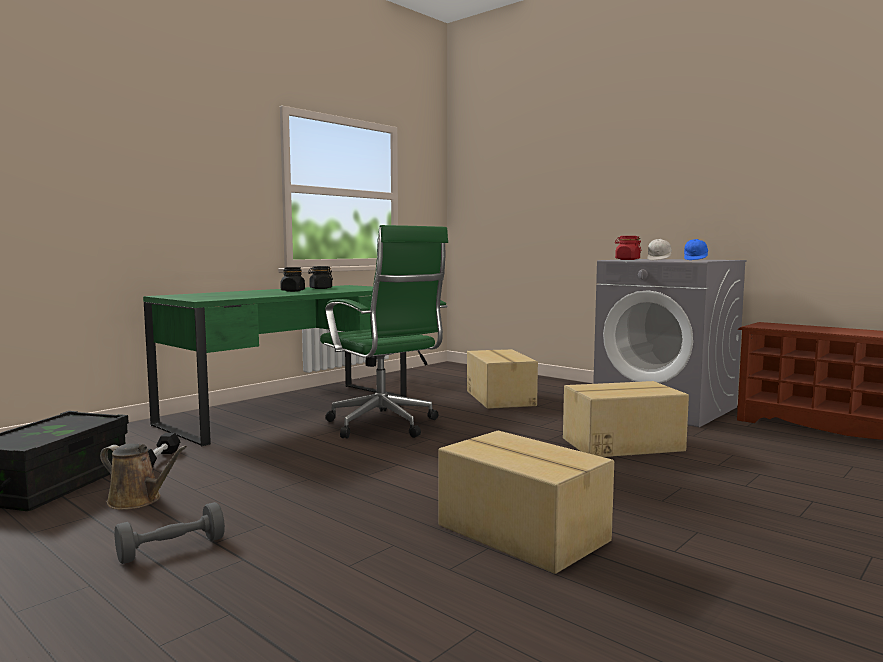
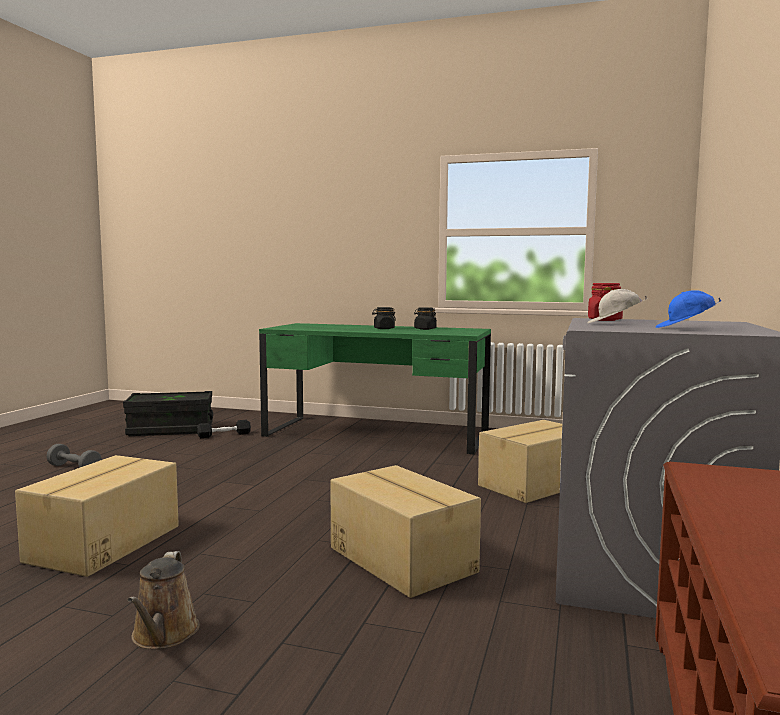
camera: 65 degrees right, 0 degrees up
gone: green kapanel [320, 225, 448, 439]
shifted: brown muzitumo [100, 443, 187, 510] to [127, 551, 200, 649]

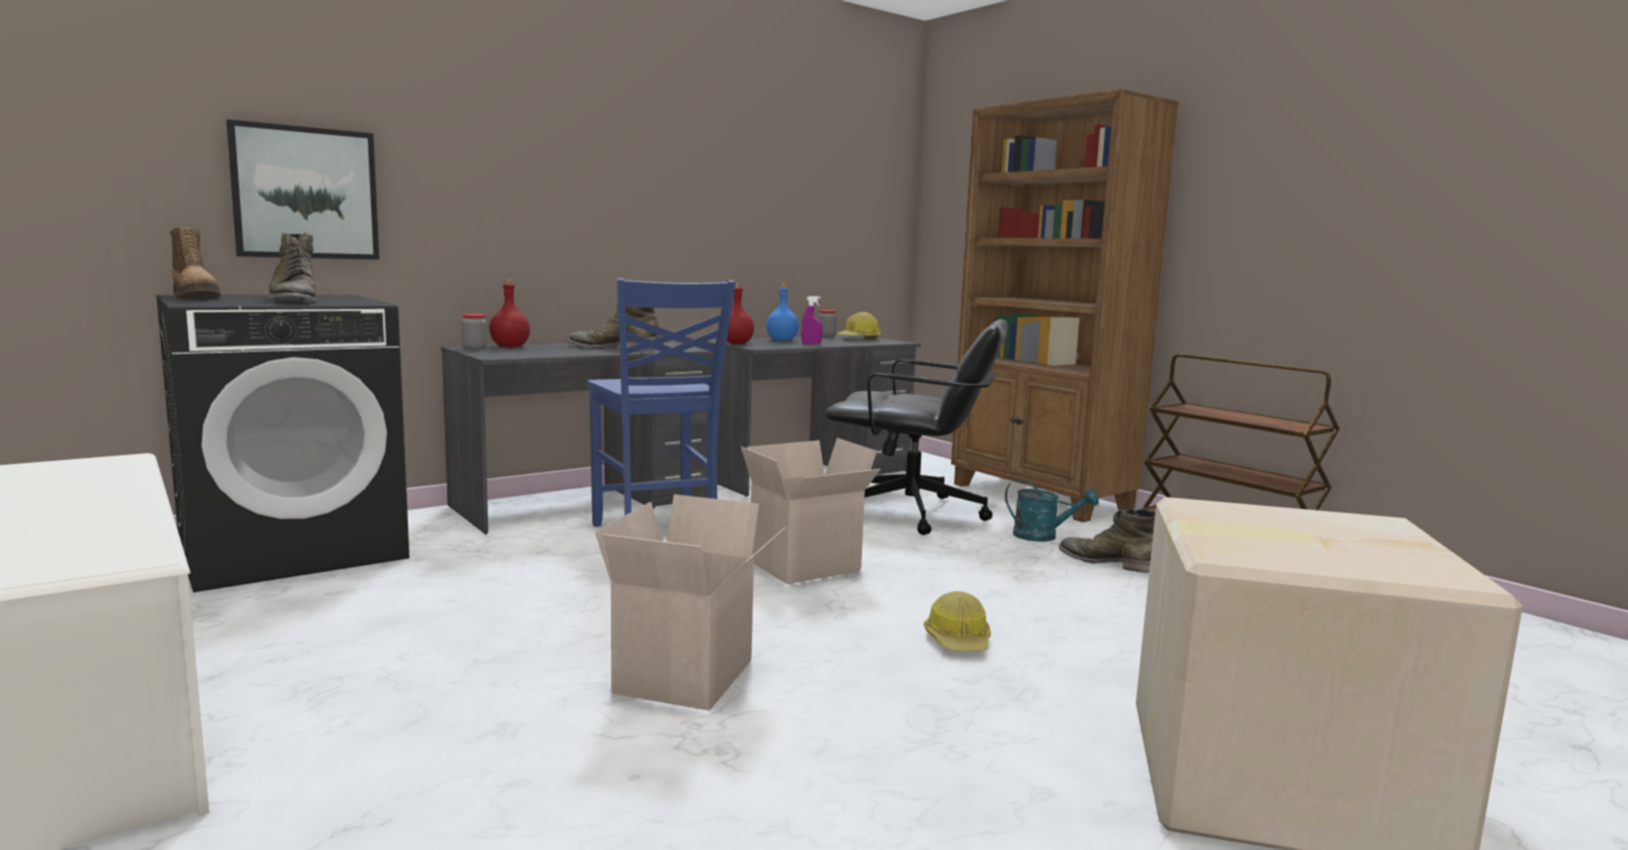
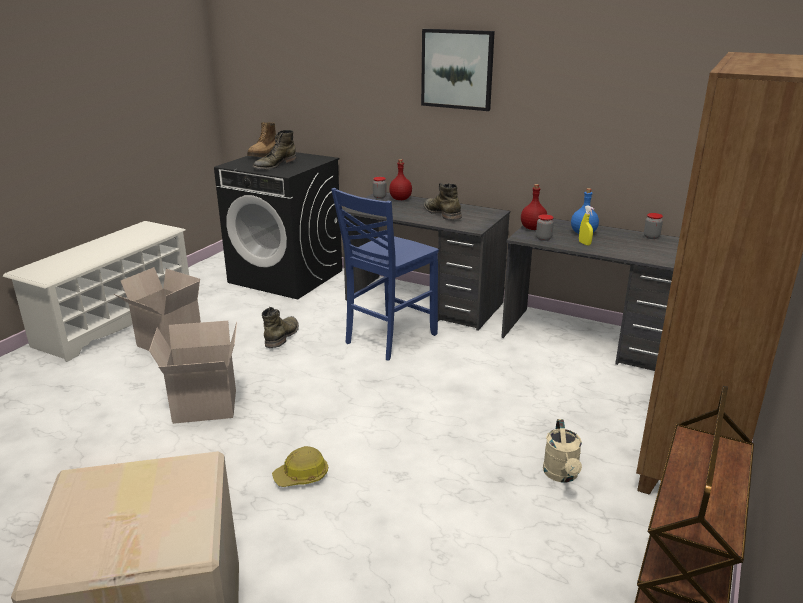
camera: 65 degrees right, 15 degrees up
gone: black kapanel [826, 319, 1007, 535]; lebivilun [836, 312, 881, 339]
new: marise [536, 214, 554, 241]
shifted: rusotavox [227, 119, 379, 260] to [421, 29, 495, 111]; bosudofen [741, 438, 881, 584] to [114, 267, 201, 351]; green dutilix [1059, 509, 1155, 573] to [262, 307, 299, 348]
repainted: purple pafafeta [801, 296, 822, 344] to yellow pafafeta [579, 206, 594, 246]; turquoise muzitumo [1005, 479, 1099, 542] to beige muzitumo [543, 419, 582, 483]

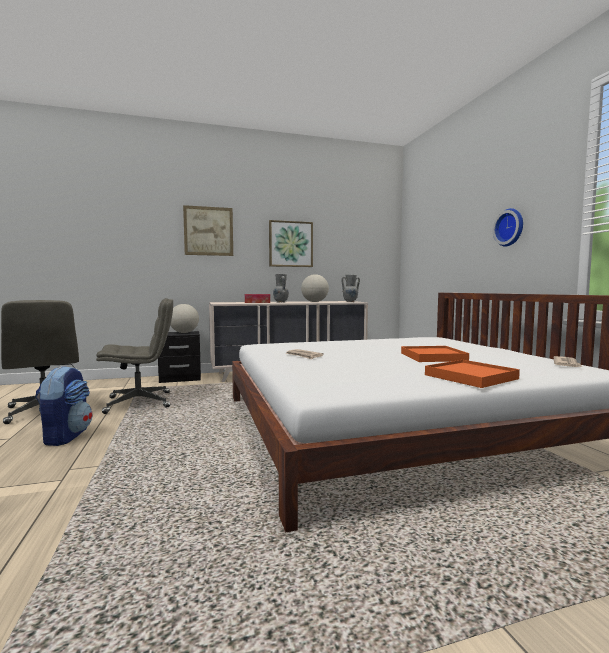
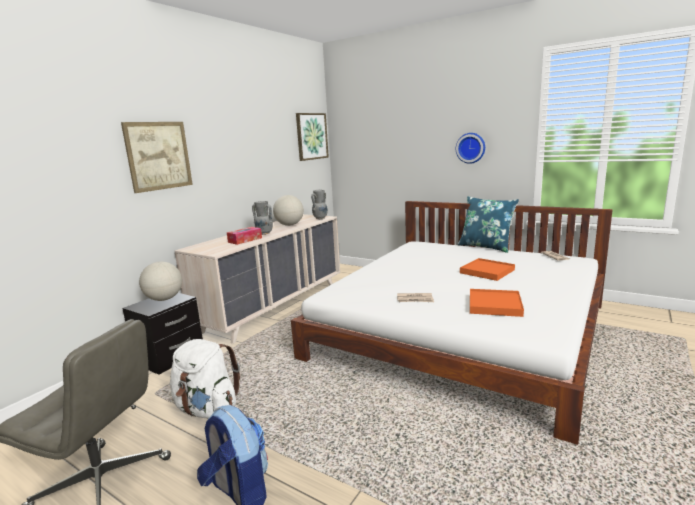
camera: 40 degrees left, 10 degrees up
new: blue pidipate [458, 196, 519, 253]
shifted: rusotavox [269, 220, 313, 267] to [296, 113, 329, 161]; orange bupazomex [425, 360, 520, 388] to [470, 289, 524, 317]
swapped: grey kapanel [96, 298, 173, 414] to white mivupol [170, 339, 240, 418]

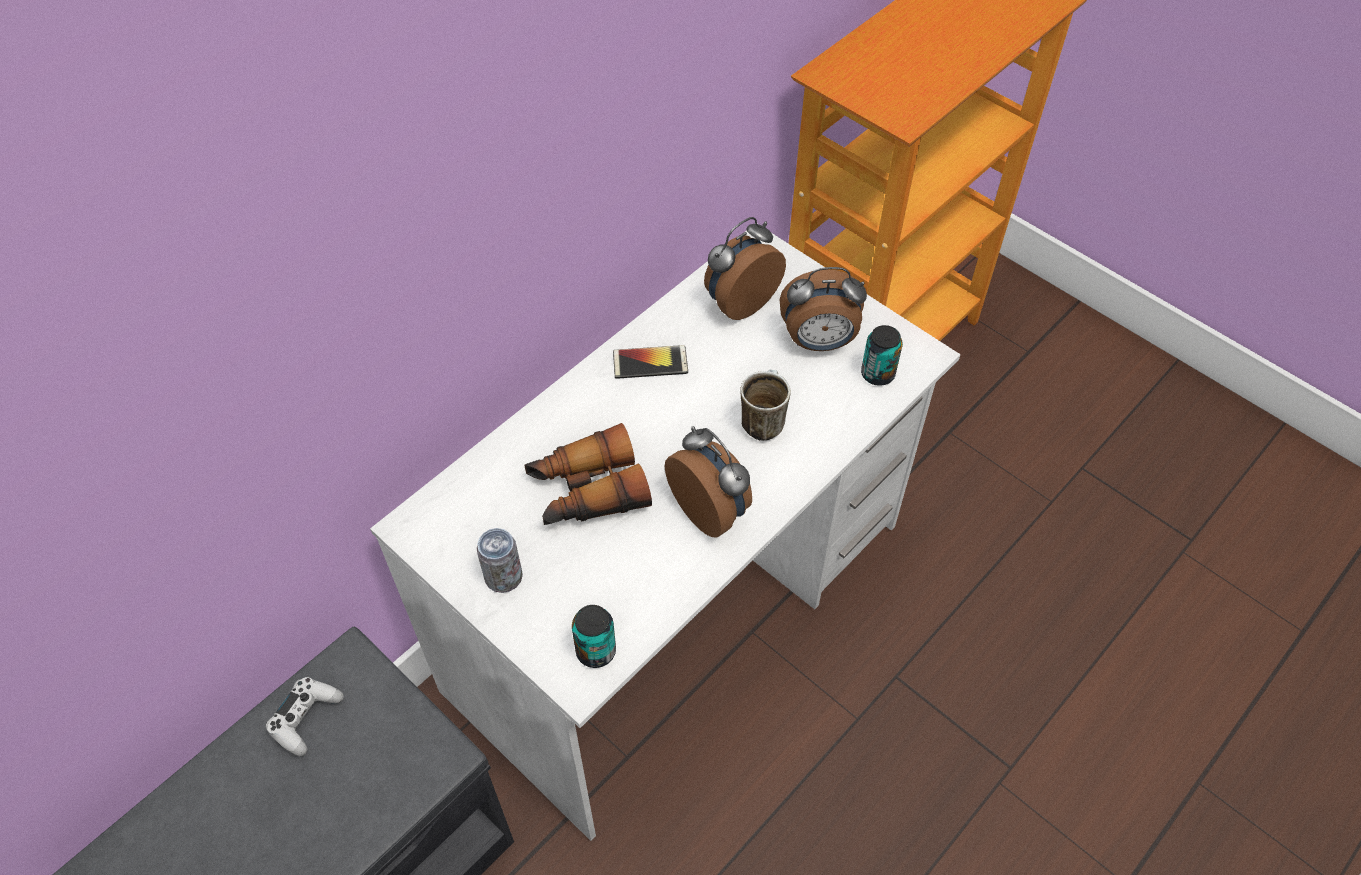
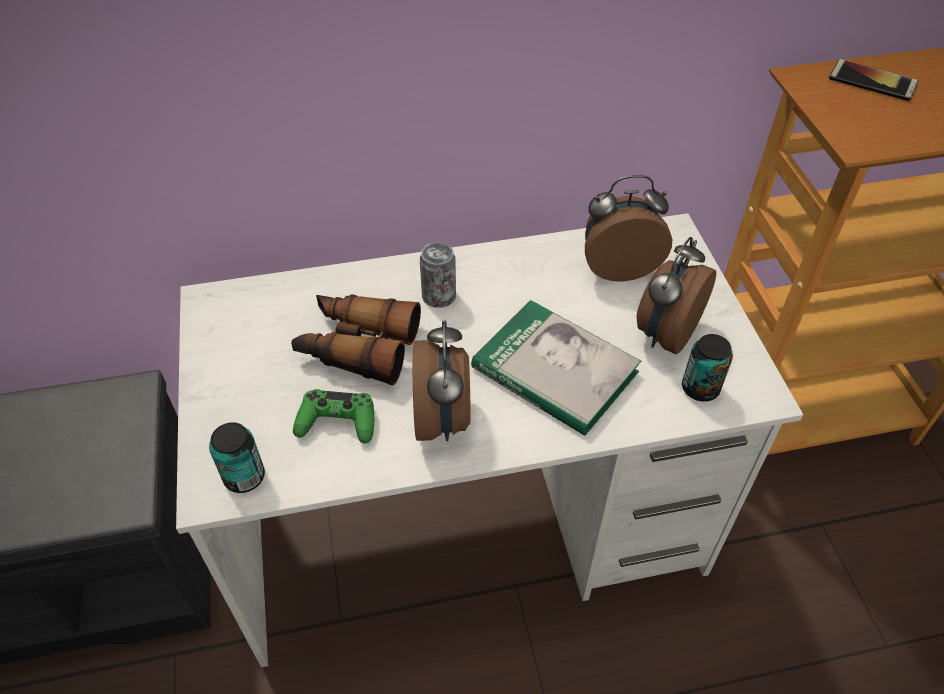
camera: 35 degrees right, 5 degrees down
gone: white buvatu [265, 677, 344, 756]
new: green buvatu [293, 389, 374, 444]
shifted: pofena [477, 528, 523, 593] to [420, 242, 456, 308]; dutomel [613, 345, 688, 379] to [829, 59, 918, 101]
swapped: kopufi [740, 370, 791, 441] to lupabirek [471, 300, 641, 436]
rotated: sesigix [779, 267, 867, 351] = [636, 237, 716, 354] 90 degrees clockwise

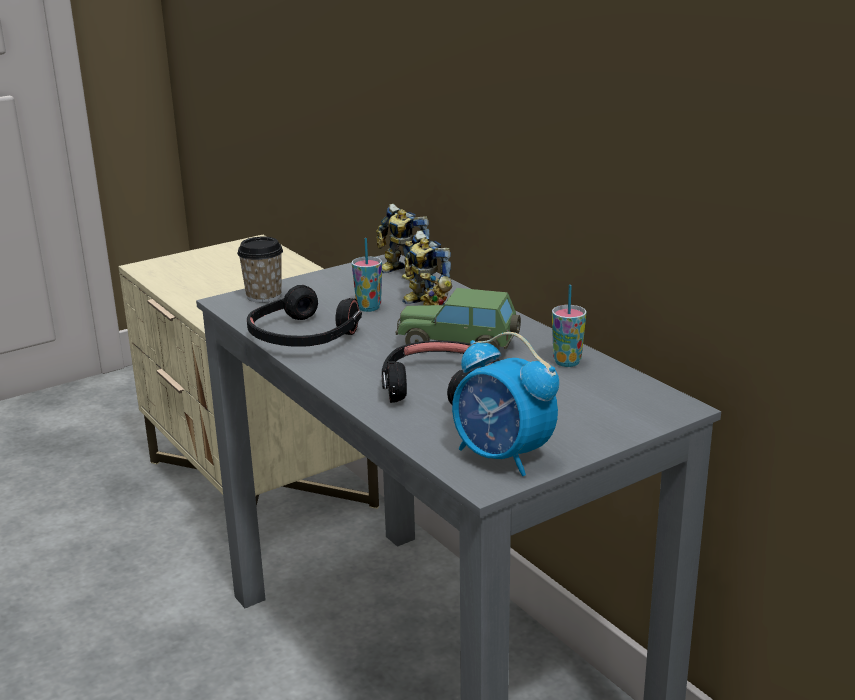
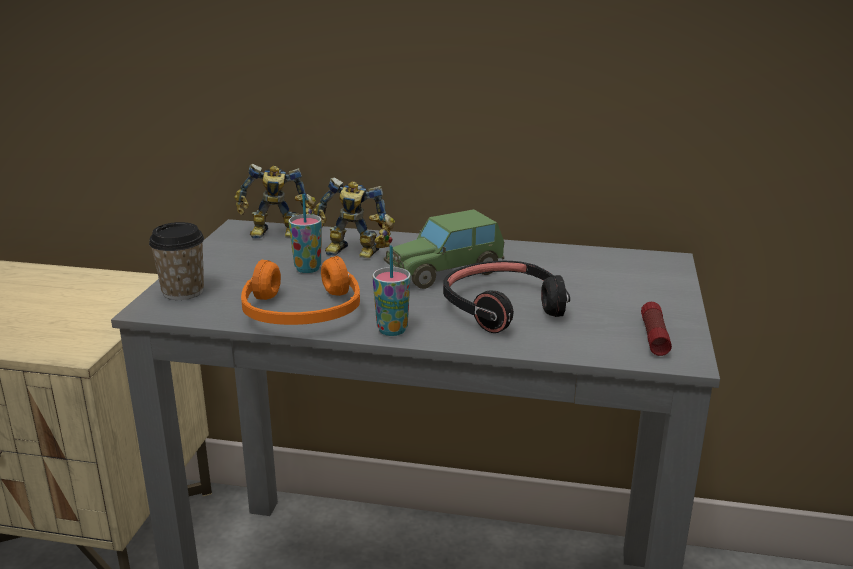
camera: 45 degrees left, 0 degrees up
shifted: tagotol [552, 285, 586, 367] to [372, 245, 411, 336]
swapped: sesigix [452, 332, 559, 476] to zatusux [641, 302, 672, 356]
repainted: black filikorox [247, 285, 362, 347] to orange filikorox [241, 256, 360, 325]

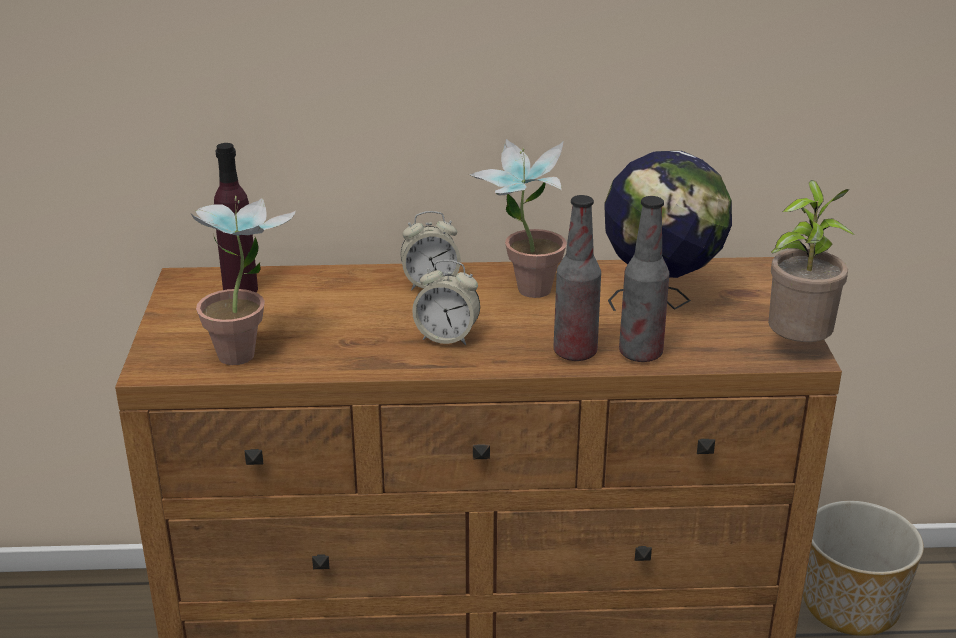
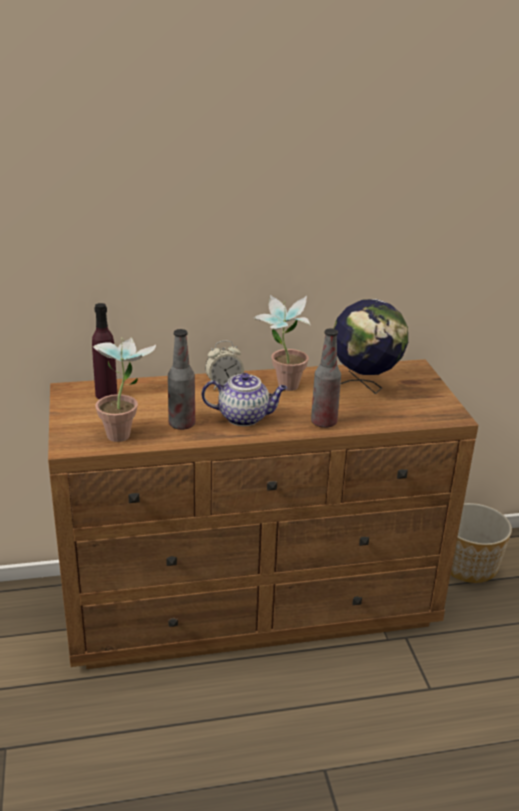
camera: 10 degrees left, 0 degrees up
gone: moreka [768, 180, 854, 342]
shifted: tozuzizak [619, 196, 669, 362] to [168, 329, 195, 430]
swapped: sesigix [412, 260, 480, 345] to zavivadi [202, 373, 287, 426]

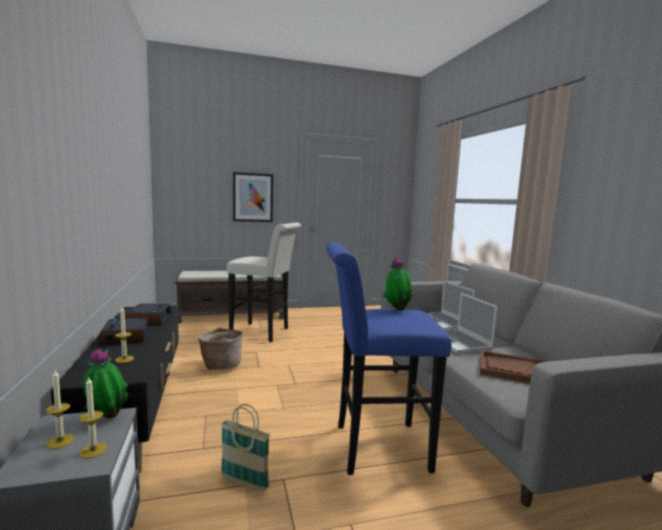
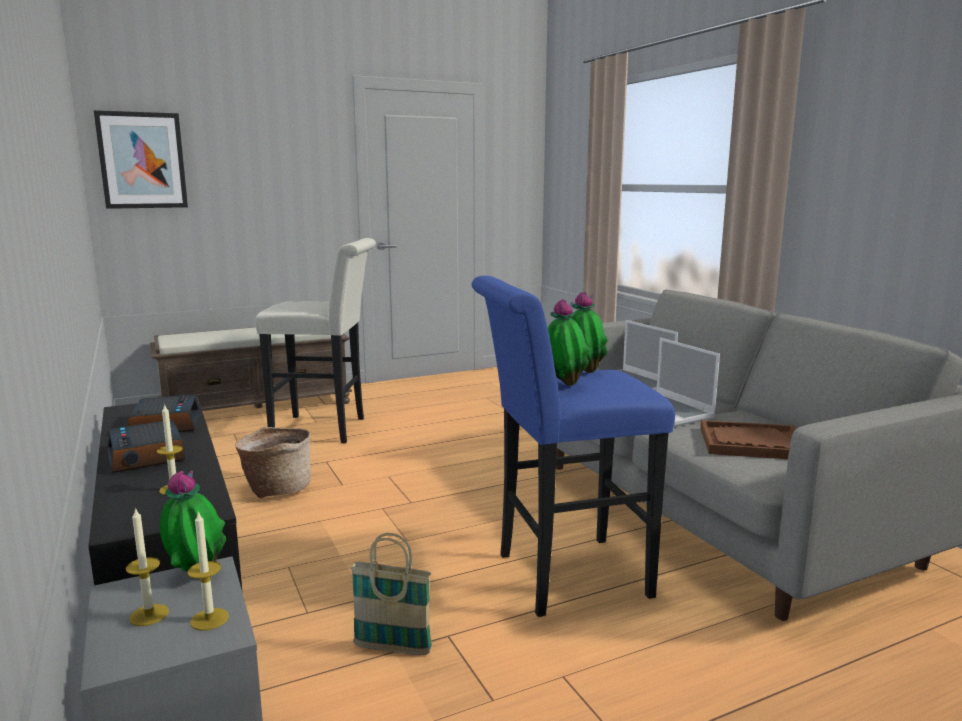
camera: 10 degrees left, 5 degrees up
new: moreka [548, 299, 590, 386]
shifted: rusotavox [233, 172, 273, 222] to [94, 110, 188, 209]

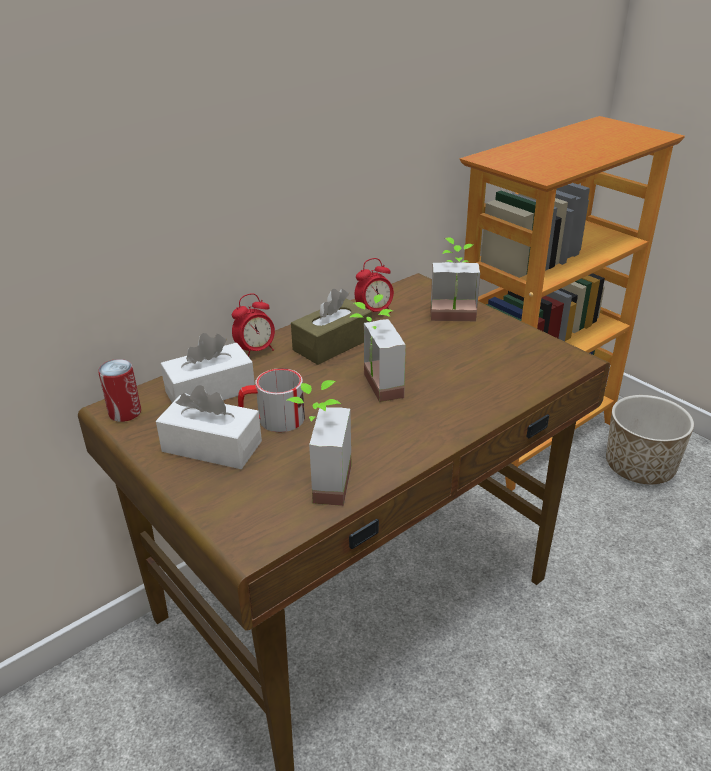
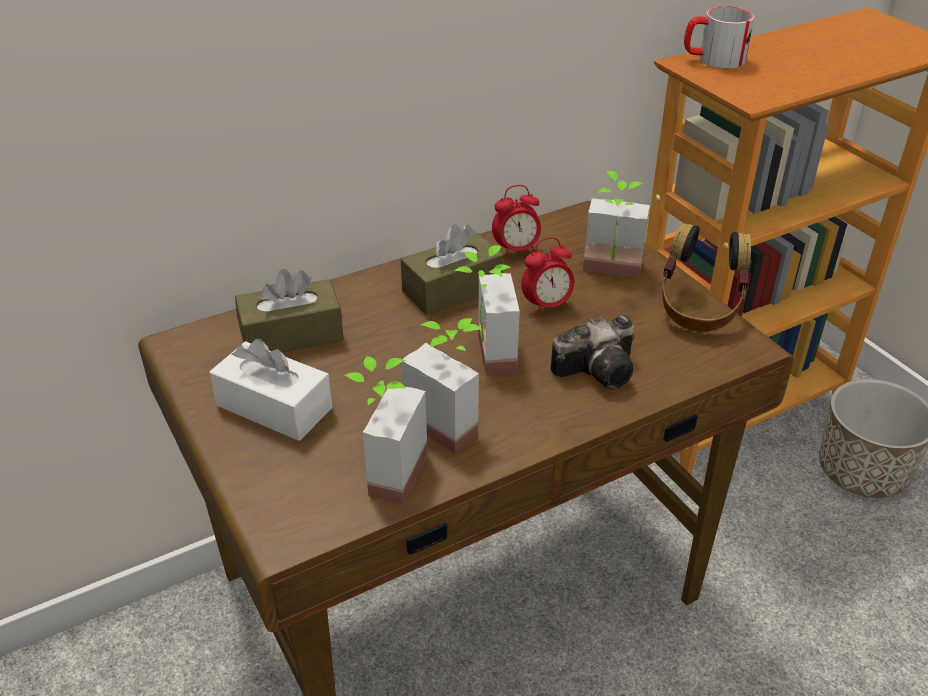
camera: 10 degrees right, 5 degrees up
gone: pofena [98, 359, 141, 422]
new: moreka [401, 318, 483, 454]; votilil [551, 315, 635, 389]; filikorox [661, 223, 751, 332]
shifted: sesigix [232, 293, 275, 357] to [521, 237, 574, 316]; kopufi [238, 368, 305, 432] to [684, 6, 754, 68]
repainted: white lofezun [160, 333, 255, 403] to brown lofezun [235, 269, 344, 352]

